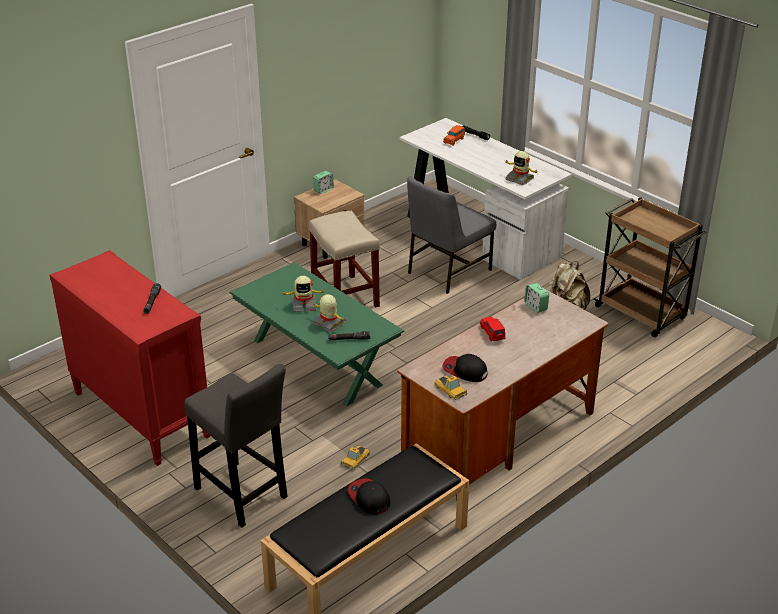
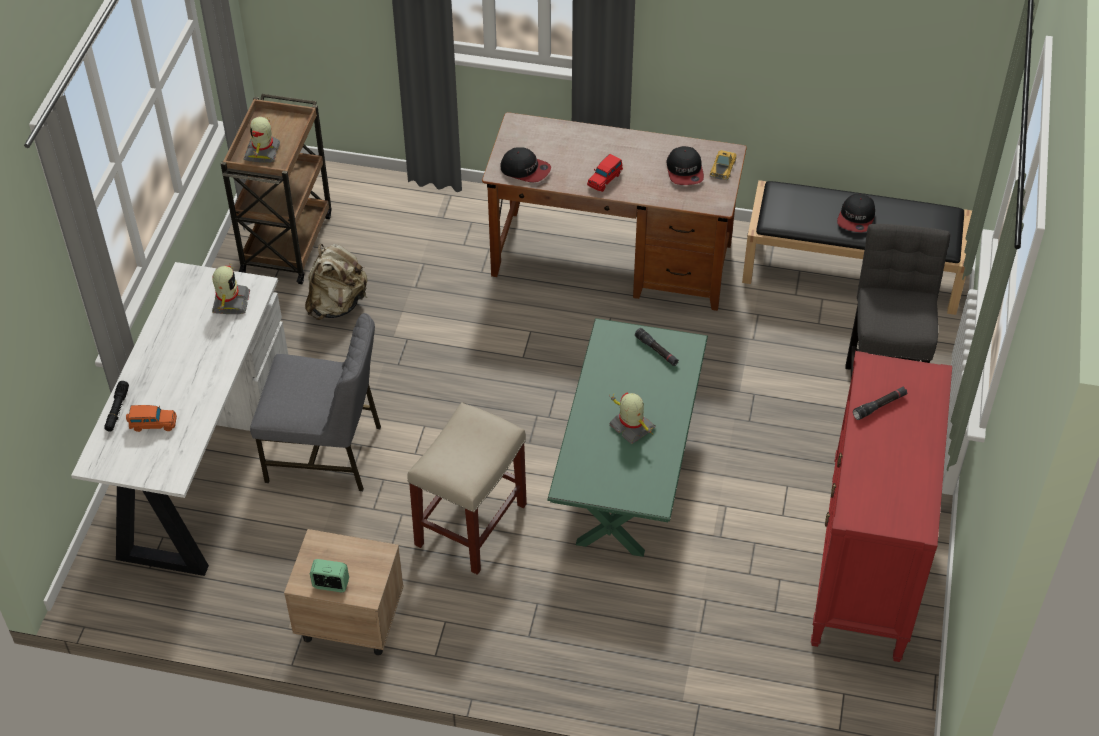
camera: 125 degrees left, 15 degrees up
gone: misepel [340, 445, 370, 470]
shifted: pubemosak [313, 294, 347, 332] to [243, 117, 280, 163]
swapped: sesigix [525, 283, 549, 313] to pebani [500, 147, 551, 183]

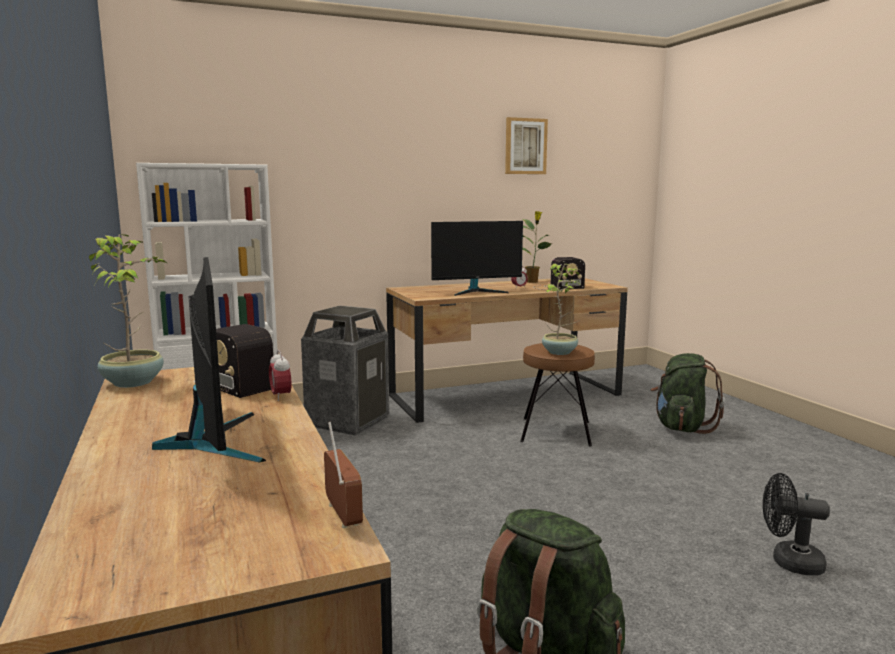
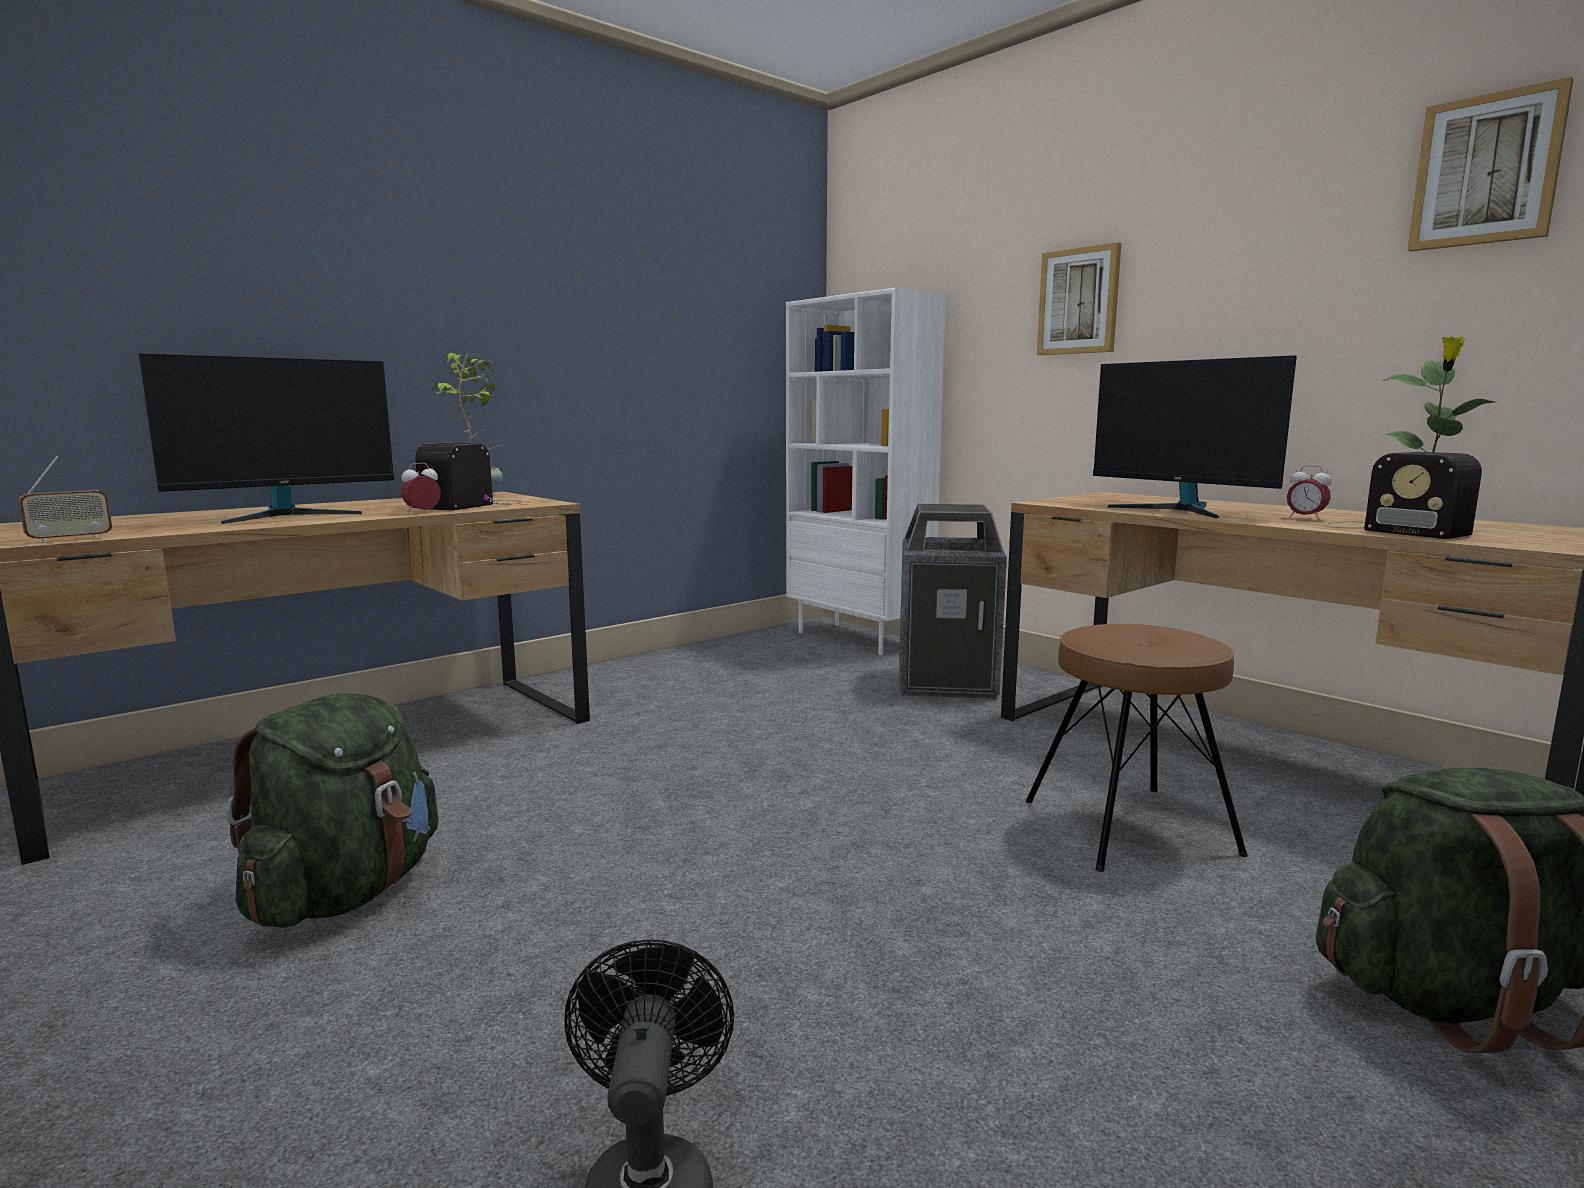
camera: 70 degrees right, 0 degrees up
gone: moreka [542, 264, 580, 355]
new: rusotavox [1037, 242, 1121, 355]

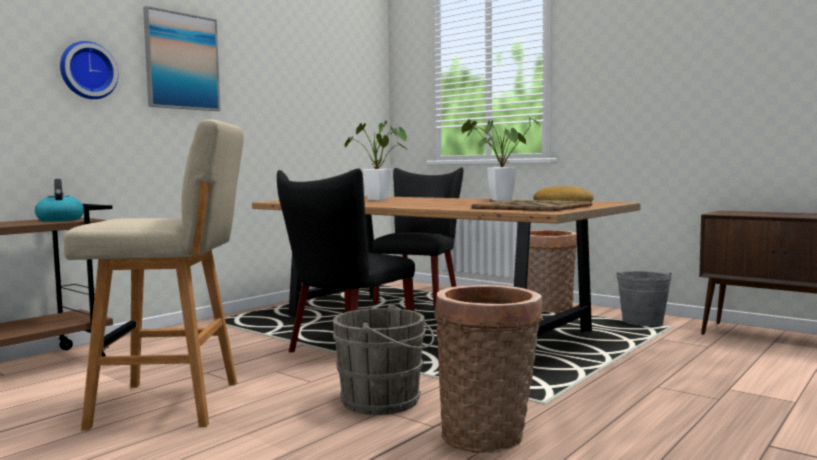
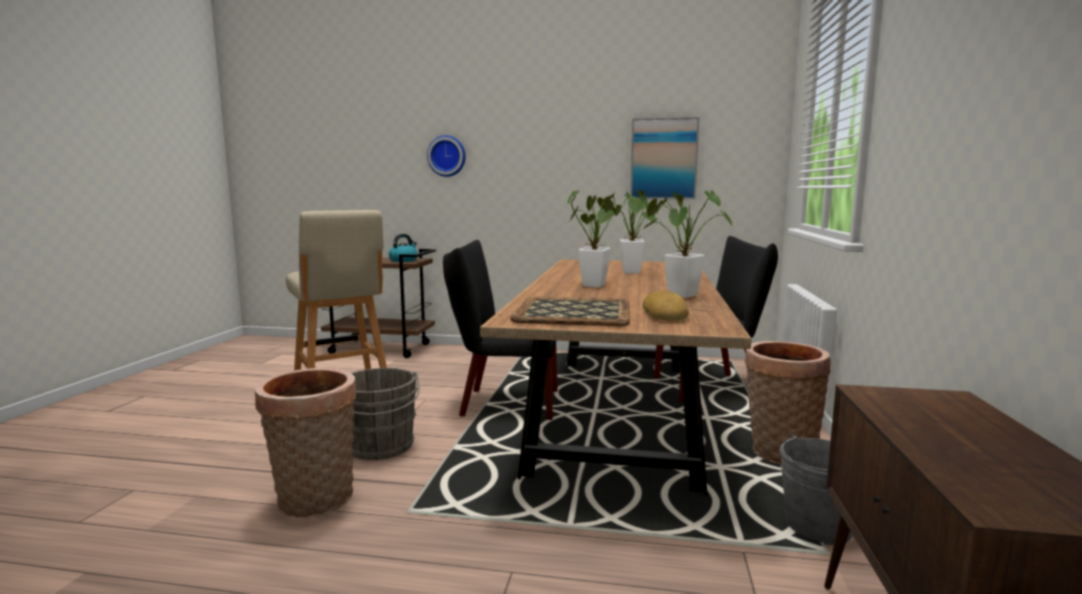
camera: 60 degrees right, 5 degrees up
new: moreka [567, 190, 642, 287]
shifted: rusotavox [143, 6, 220, 111] to [630, 117, 699, 199]

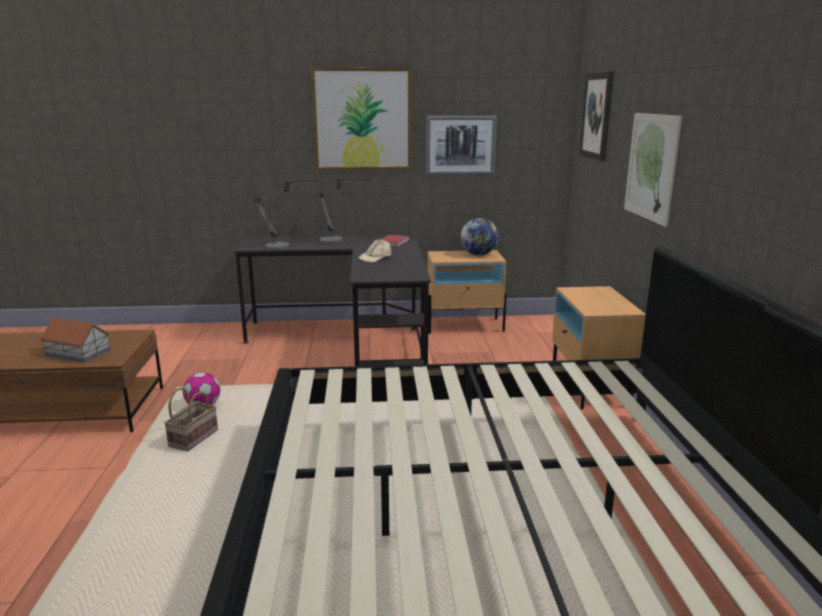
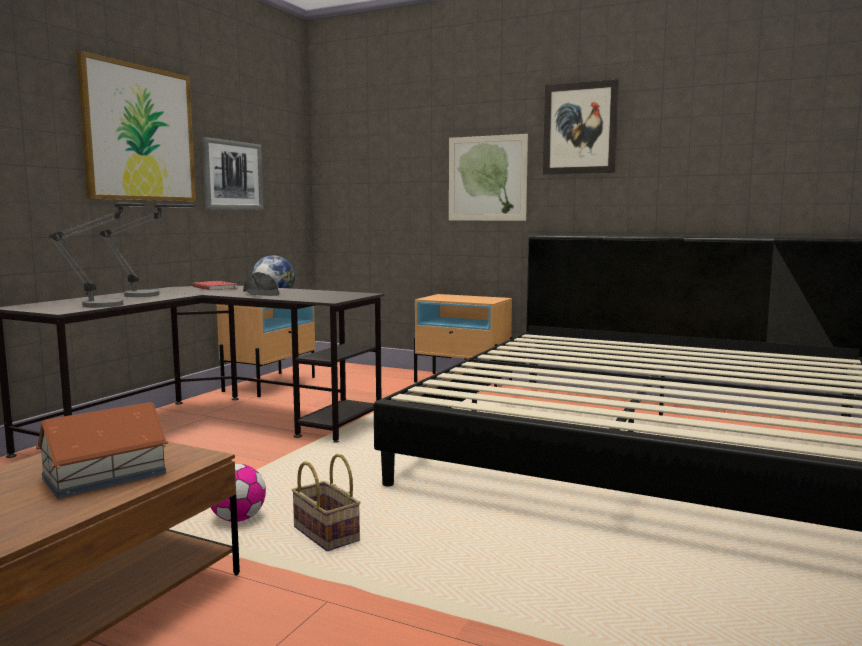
camera: 60 degrees left, 10 degrees down
shifted: rusotavox [579, 71, 614, 161] to [543, 79, 619, 175]
repainted: beige pebani [358, 239, 391, 262] to black pebani [243, 272, 280, 296]

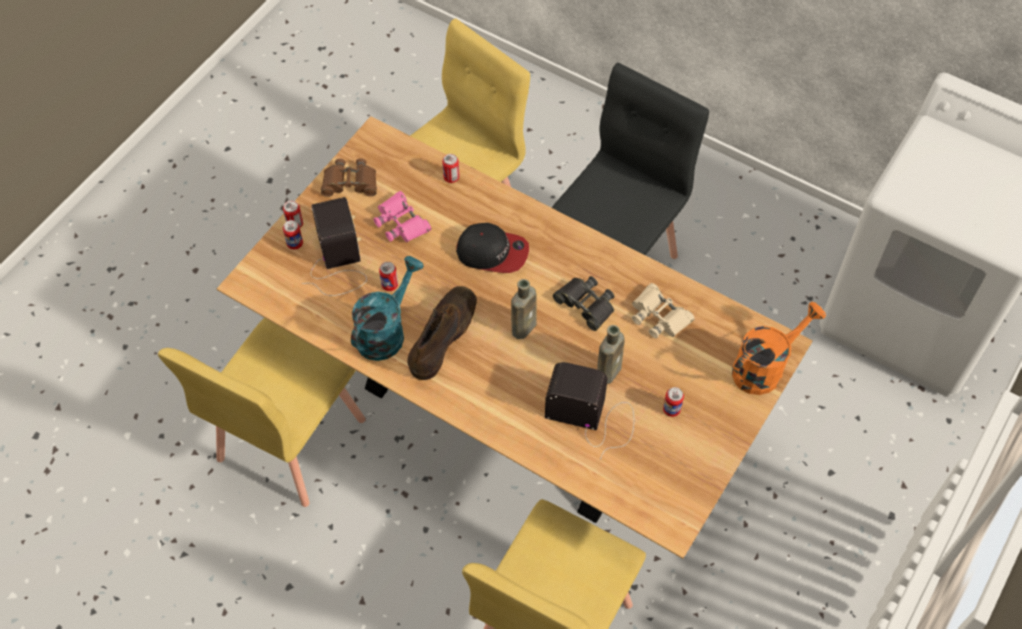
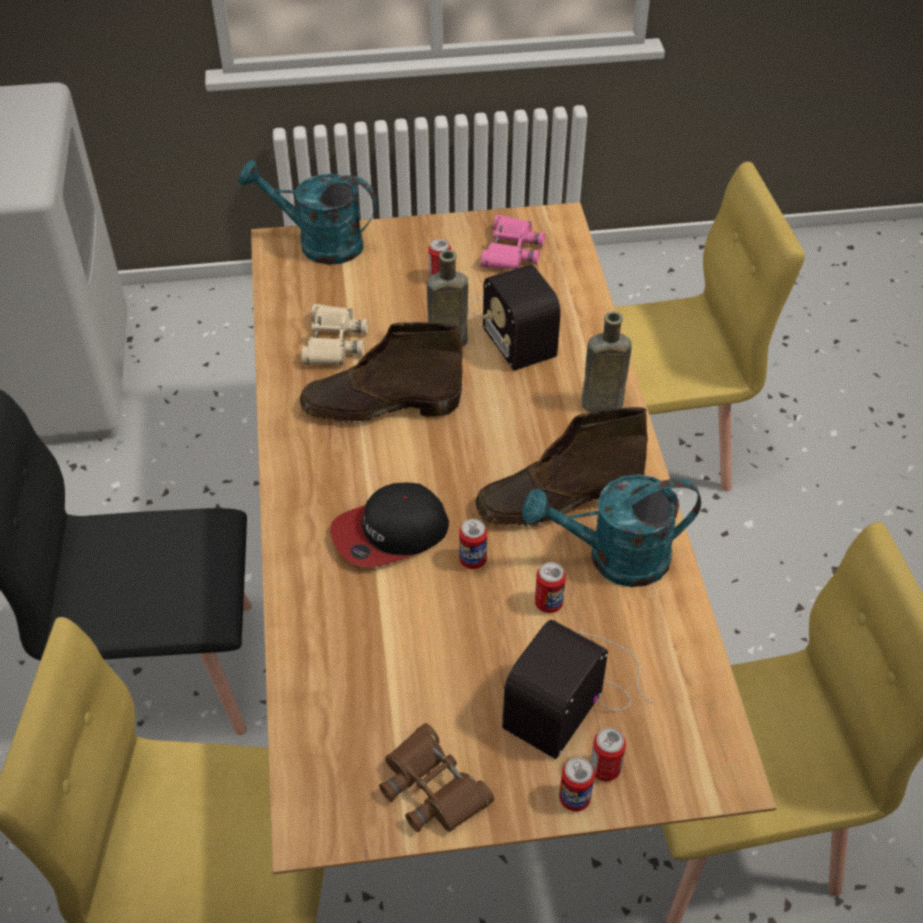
camera: 130 degrees left, 10 degrees down
shifted: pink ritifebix [373, 191, 431, 242] to [480, 214, 545, 269]; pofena [442, 154, 459, 183] to [459, 519, 487, 569]; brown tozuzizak [511, 279, 537, 339] to [582, 311, 632, 412]
swapped: black ritifebix [553, 276, 615, 331] to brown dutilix [300, 322, 463, 424]
repainted: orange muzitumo [732, 302, 826, 395] to turquoise muzitumo [238, 160, 376, 265]
rotated: pebani [456, 223, 529, 273] = [330, 483, 449, 567] 90 degrees counterclockwise

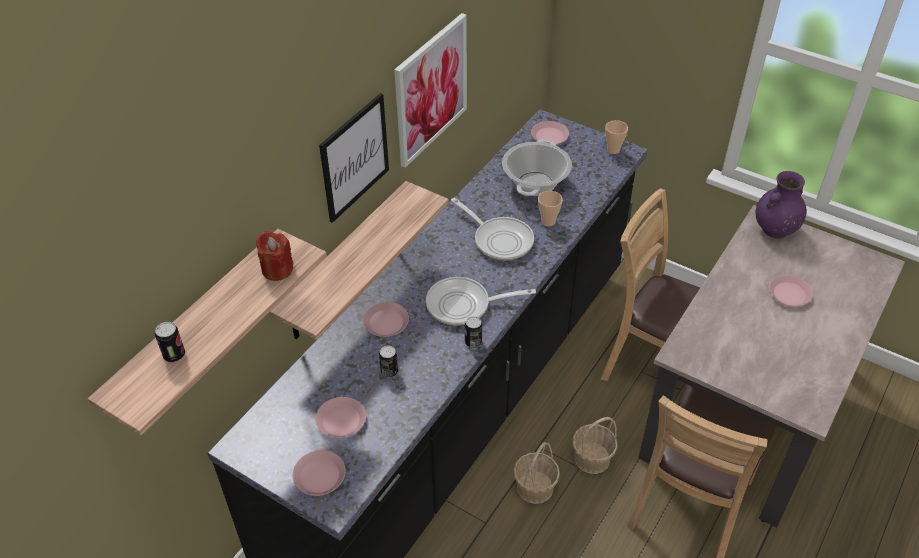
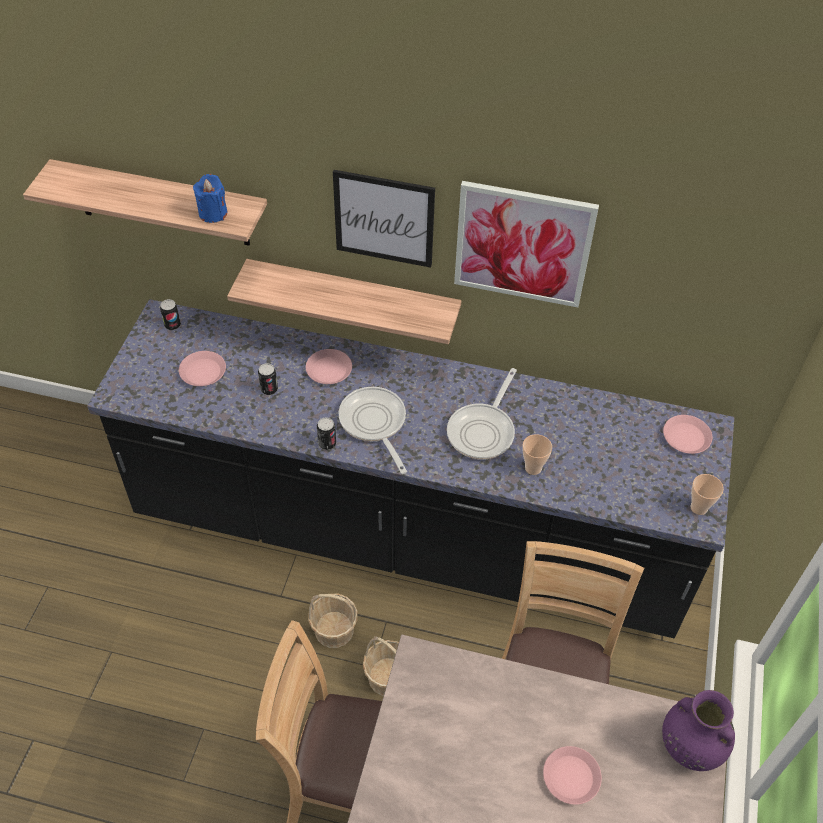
camera: 70 degrees right, 5 degrees up
gone: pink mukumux [293, 450, 345, 496]; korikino [502, 139, 572, 196]
shifted: pofena [155, 322, 185, 362] to [160, 299, 181, 330]
repainted: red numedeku [256, 231, 293, 281] to blue numedeku [193, 174, 228, 223]

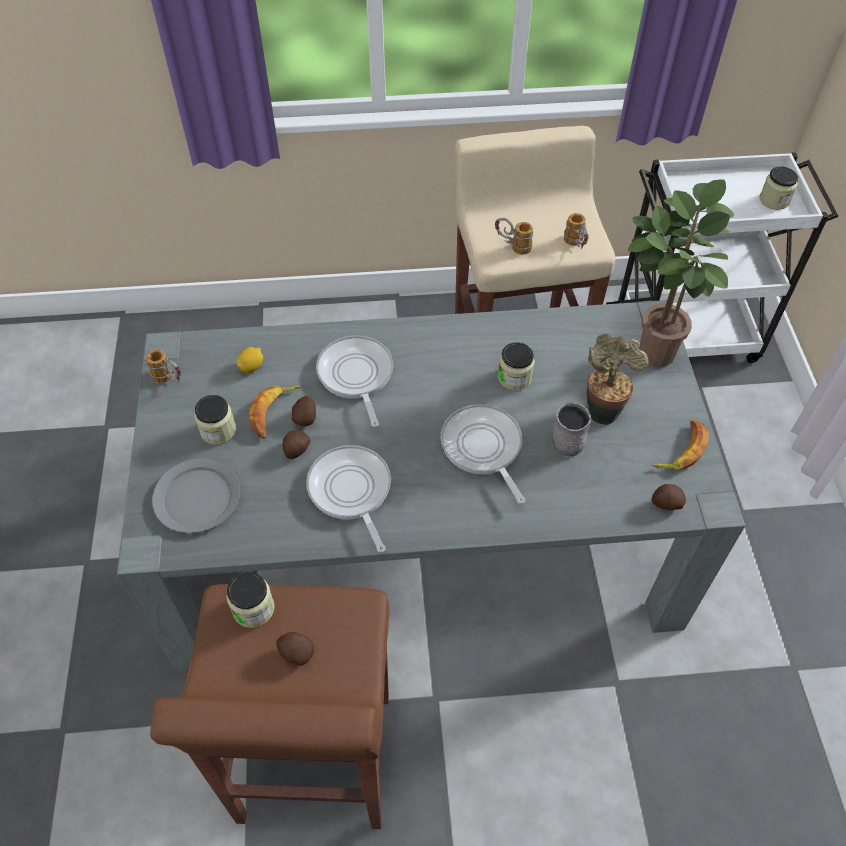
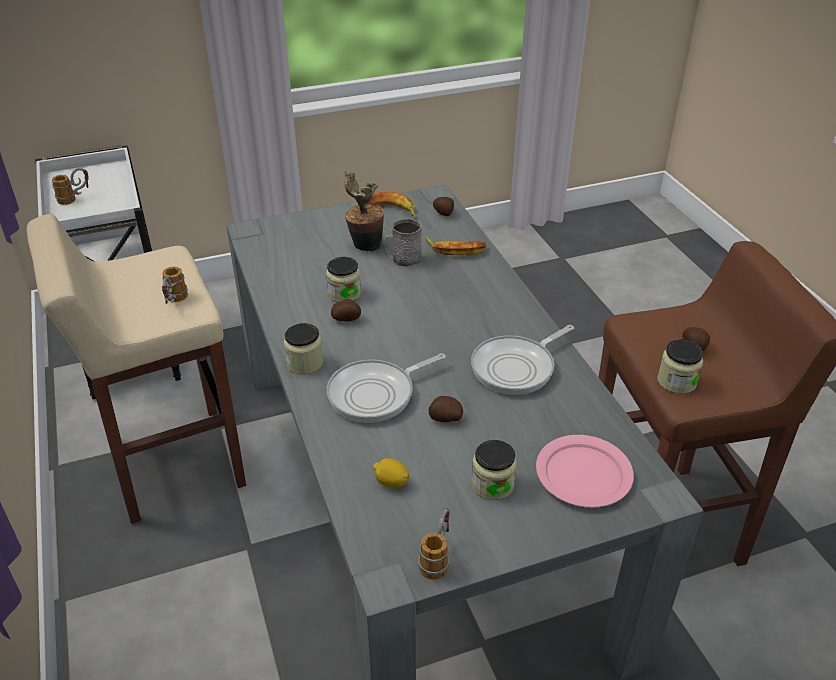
camera: 105 degrees left, 15 degrees down
gone: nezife [441, 404, 525, 504]; moreka [628, 179, 734, 367]
shifted: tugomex [249, 386, 301, 439] to [425, 237, 487, 255]; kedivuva [282, 430, 311, 459] to [331, 299, 361, 322]; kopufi [564, 213, 589, 249] to [52, 168, 89, 205]; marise [759, 167, 798, 210] to [284, 323, 323, 374]
repainted: grey mukumux [152, 458, 240, 533] to pink mukumux [536, 435, 634, 507]

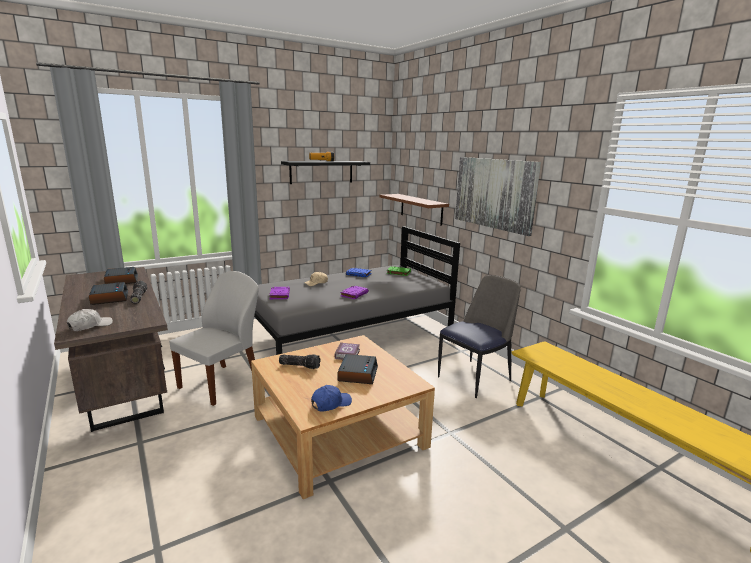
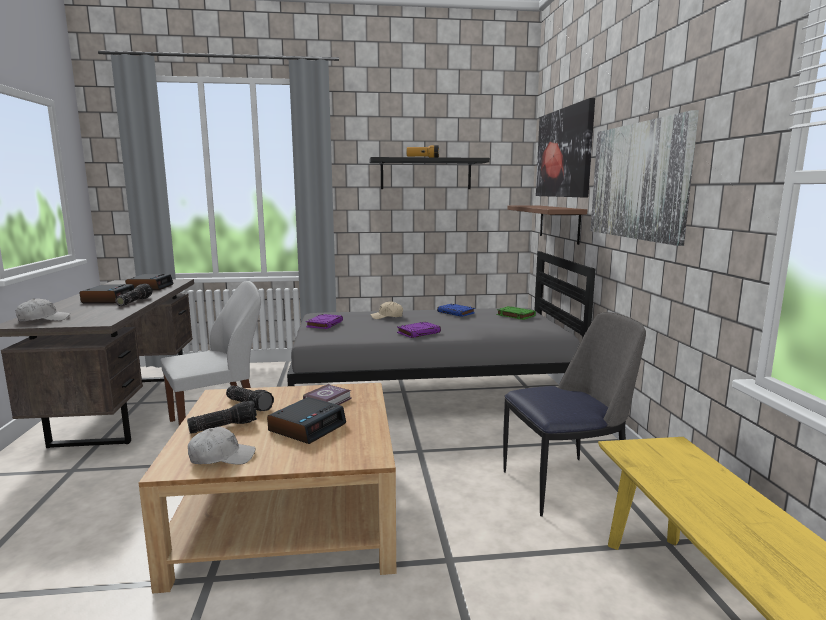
camera: 25 degrees right, 5 degrees down
new: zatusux [187, 400, 257, 434]; rusotavox [536, 98, 595, 197]
repainted: blue pebani [311, 385, 352, 412] to white pebani [188, 427, 256, 464]

